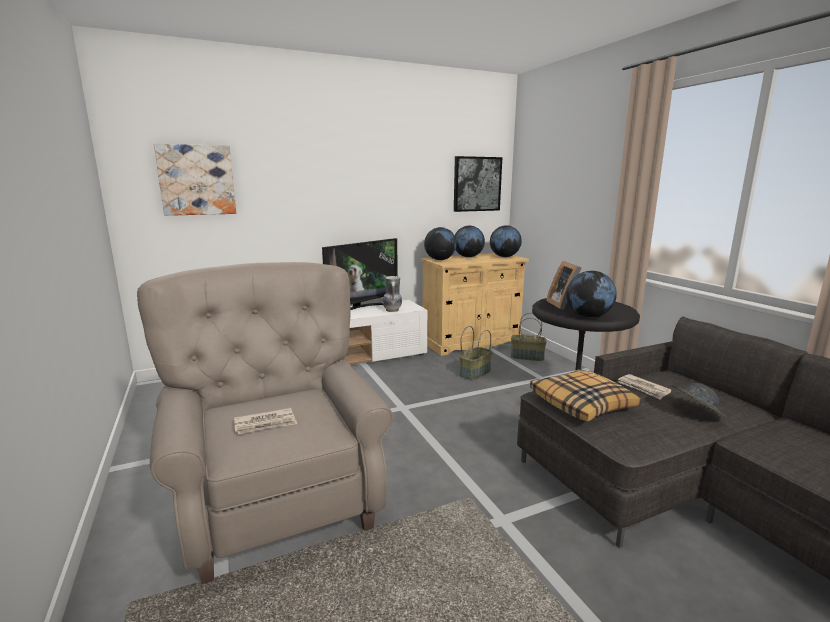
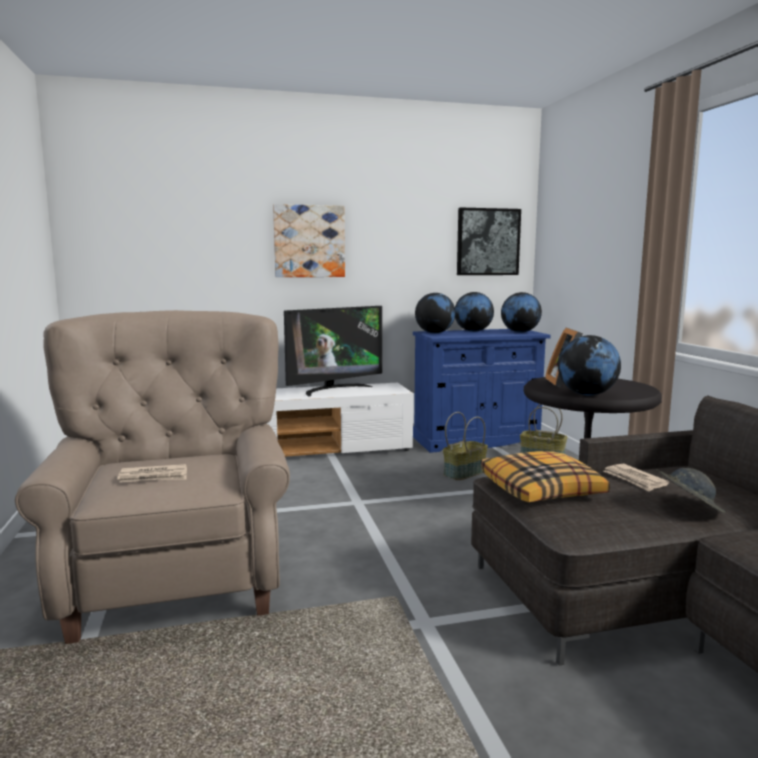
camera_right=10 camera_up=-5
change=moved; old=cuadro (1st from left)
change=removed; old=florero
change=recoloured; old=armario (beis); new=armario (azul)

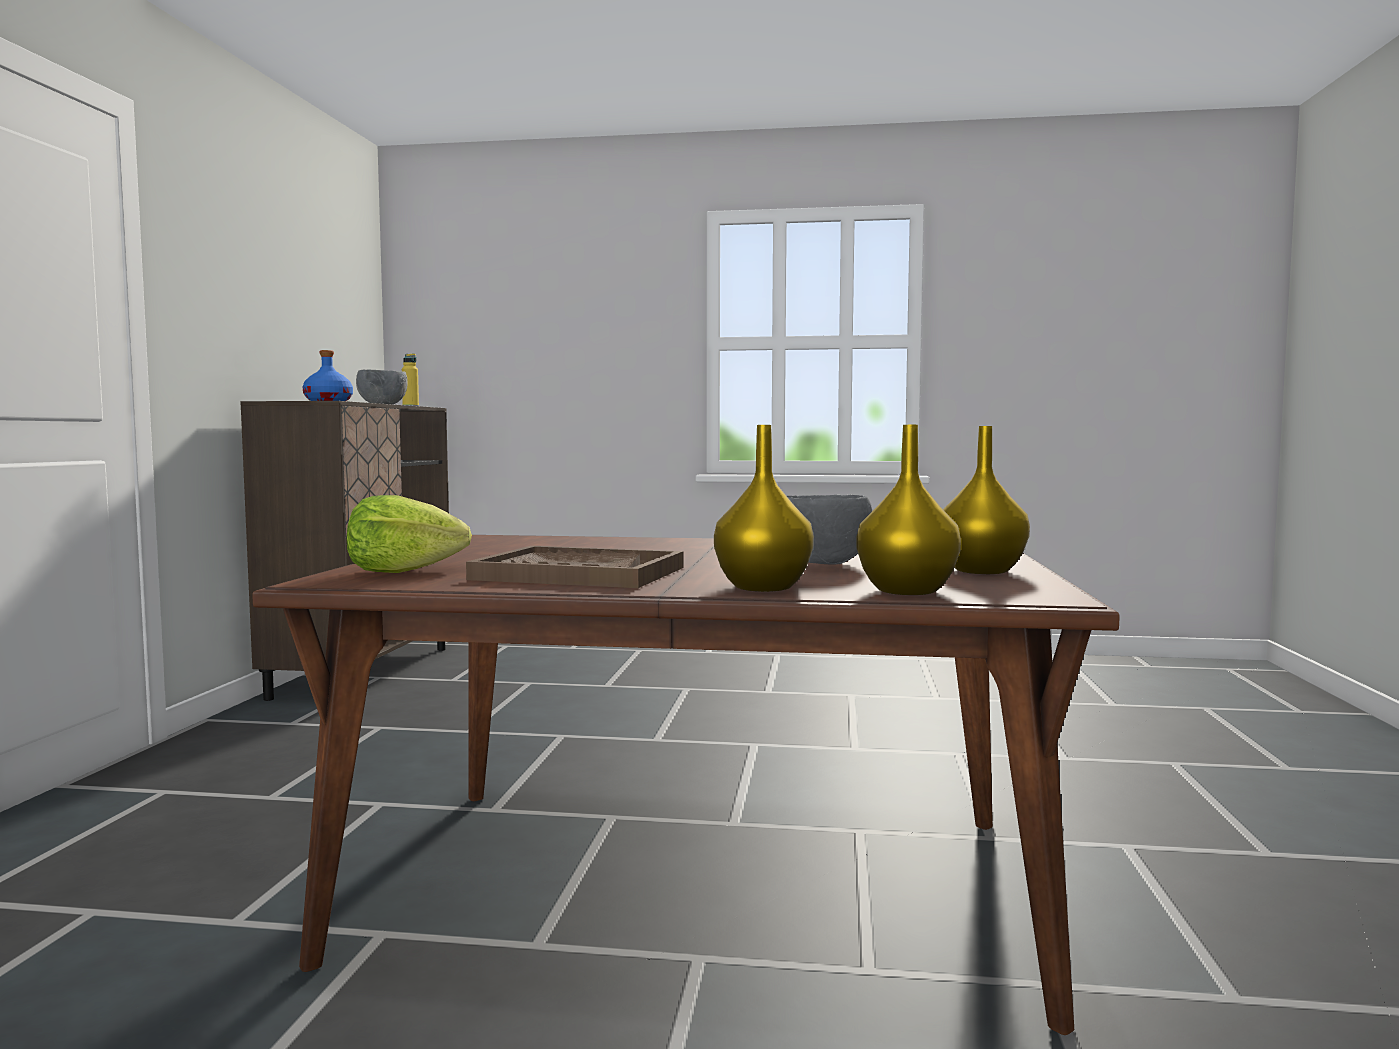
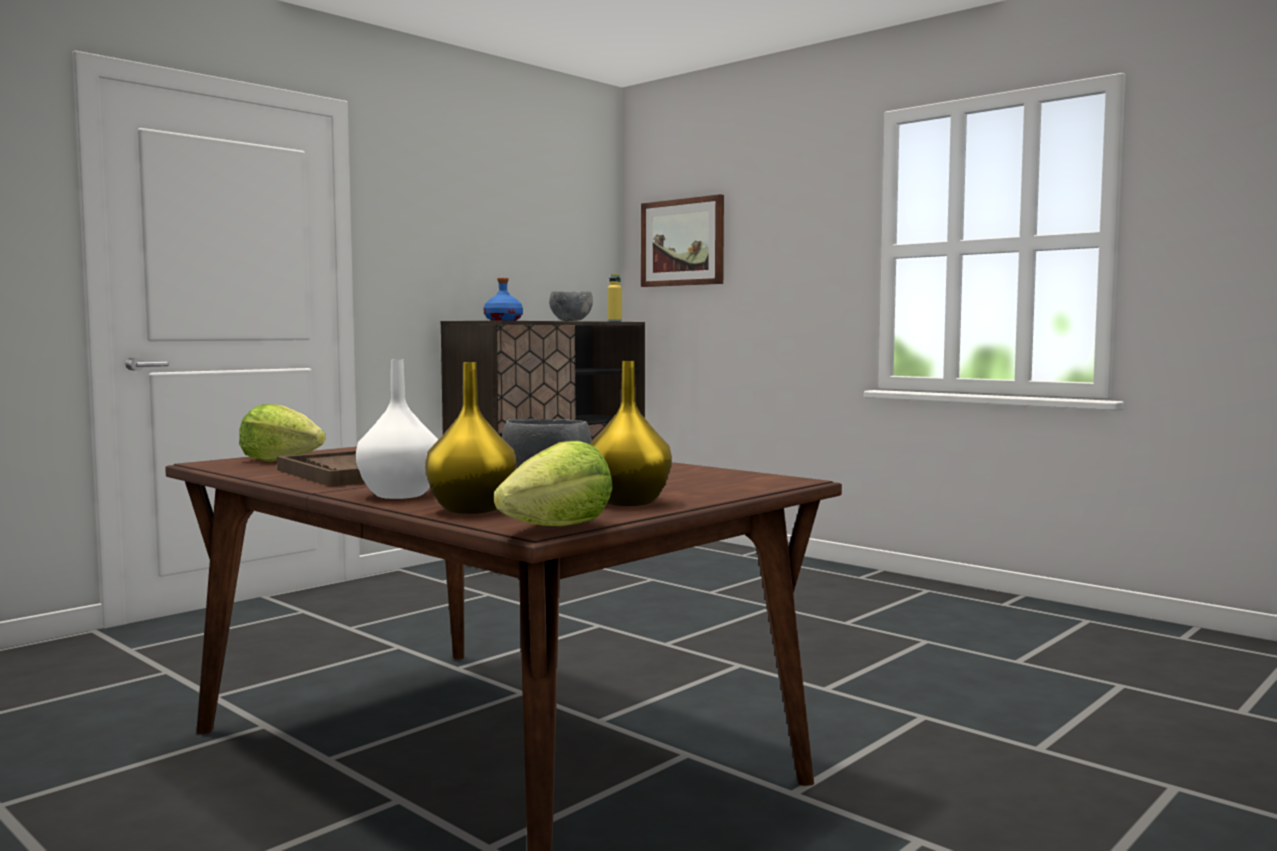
camera_right=35 camera_up=0
change=recoloured; old=florero (amarillo) (1st from left); new=florero (blanco)
change=added; new=lechuga (2nd from left)
change=added; new=cuadro

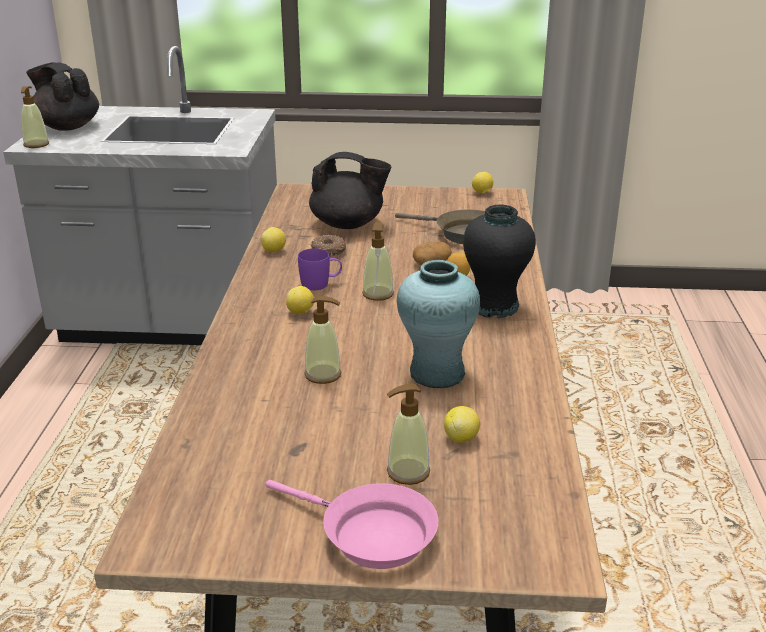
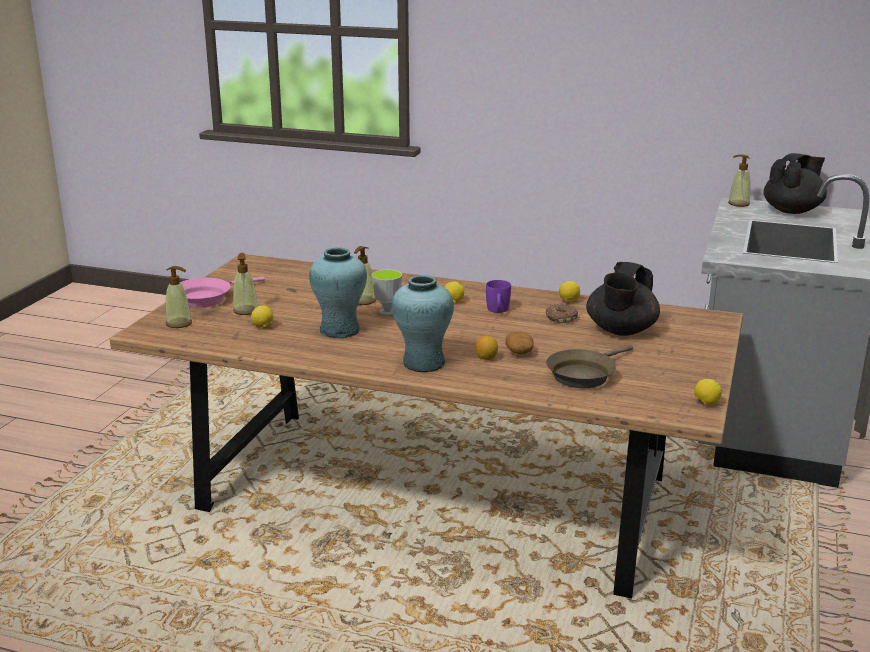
camera_right=105 camera_up=-5
change=moved; old=dispensador de jabón (3rd from left in the first image); new=dispensador de jabón (1st from left)
change=recoloured; old=florero (negro); new=florero (turquesa) (2nd from left)
change=added; new=taza

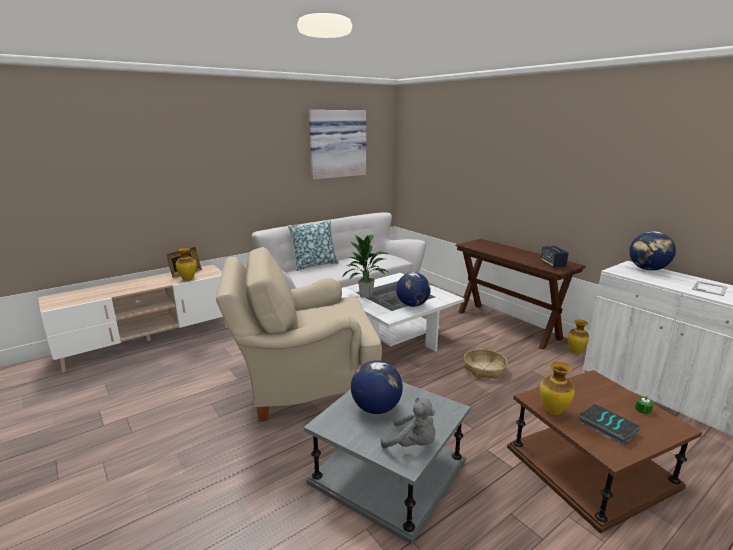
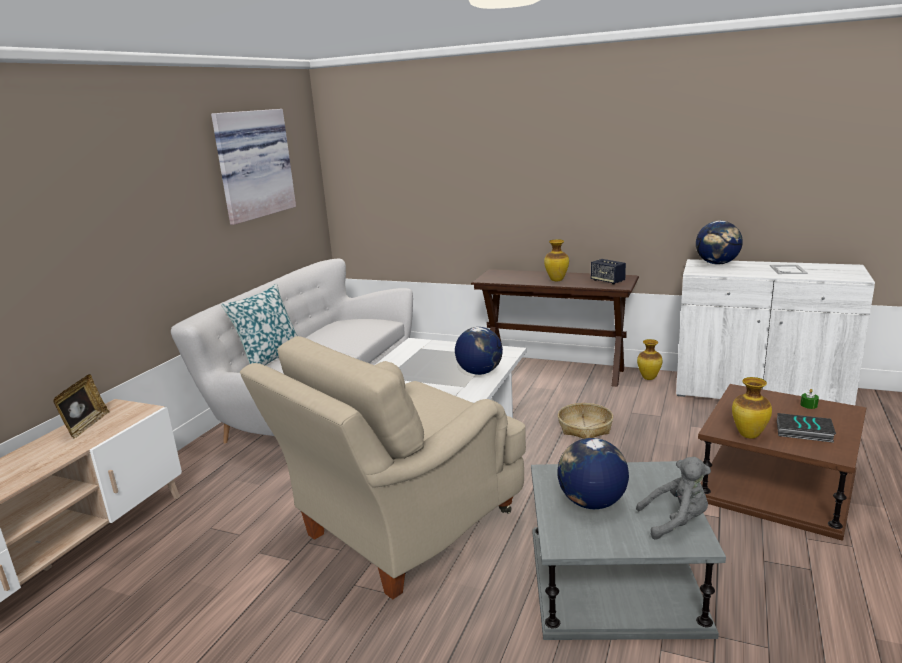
camera_right=-30 camera_up=0
change=moved; old=florero (1st from left)
change=removed; old=planta en maceta

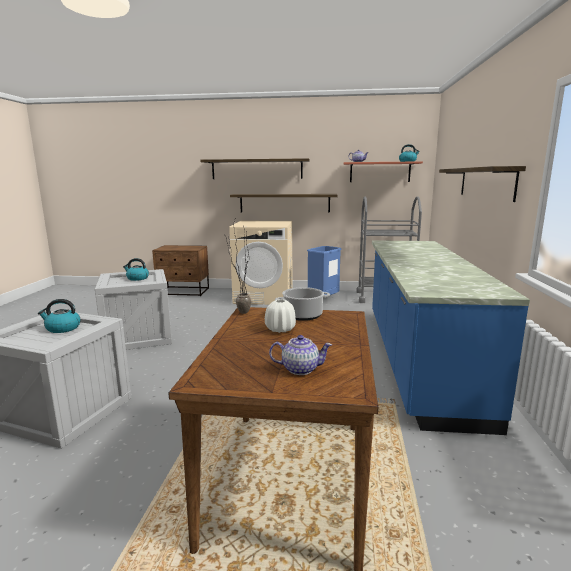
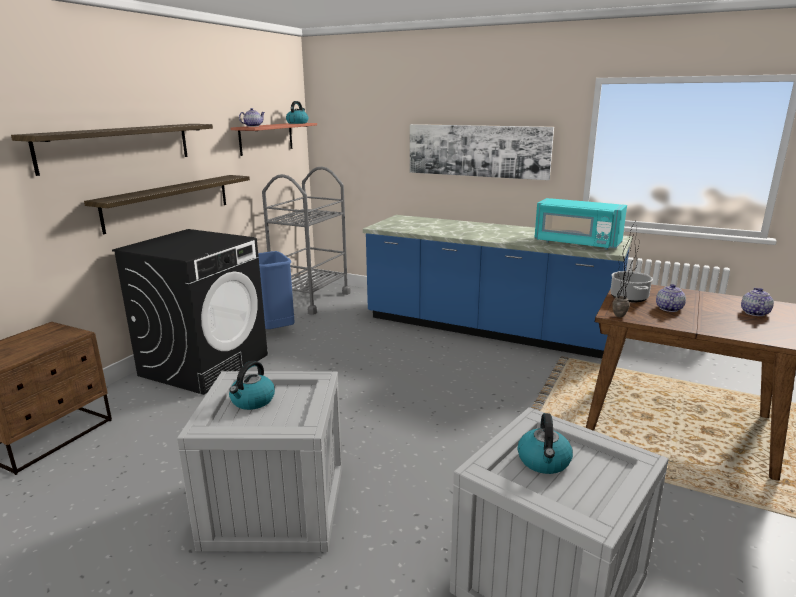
camera_right=-70 camera_up=5
change=recoloured; old=lavadora (beis); new=lavadora (negro)
change=replaced; old=florero (blanco); new=tetera (2nd from left)
change=replaced; old=estante (4th from left); new=cuadro
change=added; new=microondas (turquesa)

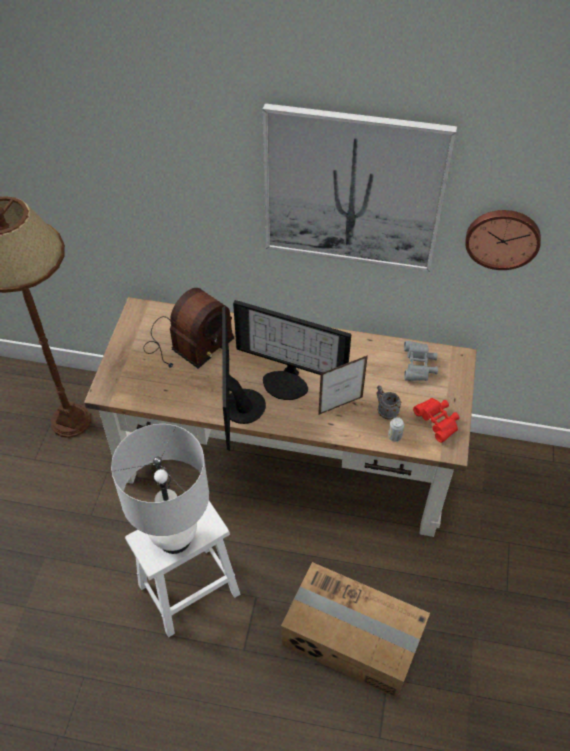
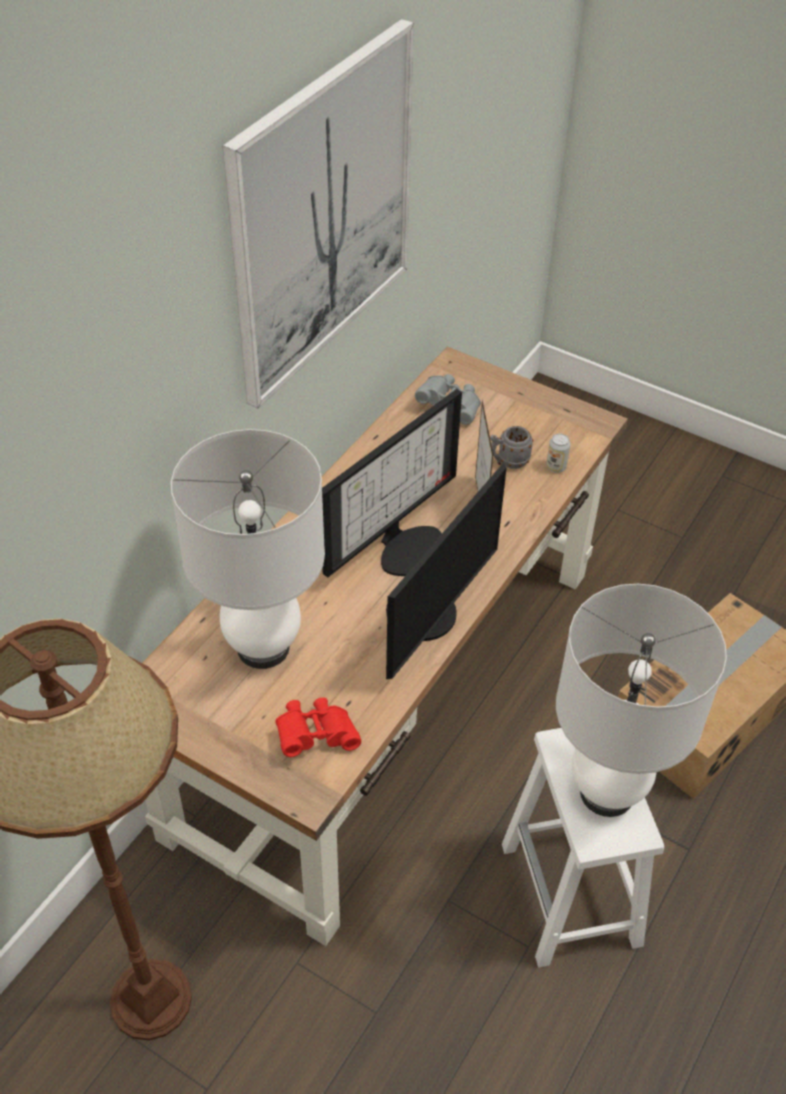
camera_right=-70 camera_up=-5
change=replaced; old=radio; new=lámpara de mesa (blanco) (1st from left)
change=turned; old=monitor (1st from left in the first image); degrees=-75
change=moved; old=prismáticos (rojo)
change=removed; old=reloj de pared

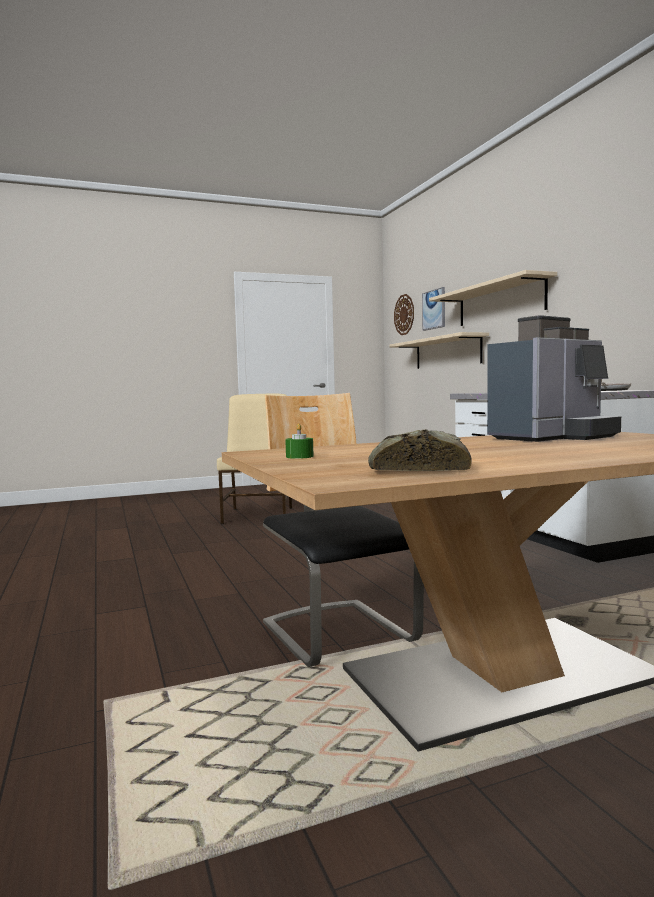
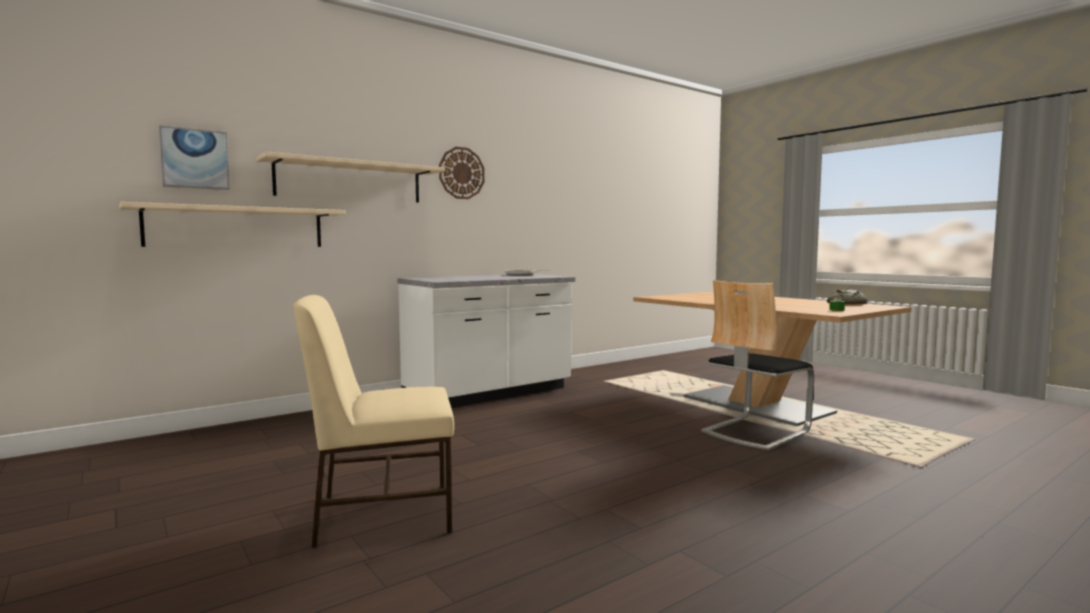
camera_right=-105 camera_up=0
change=moved; old=reloj de pared
change=removed; old=cafetera

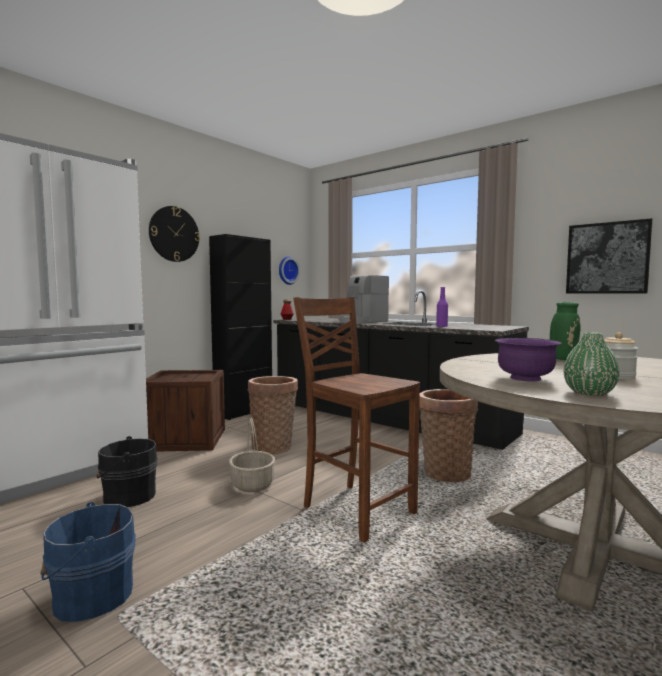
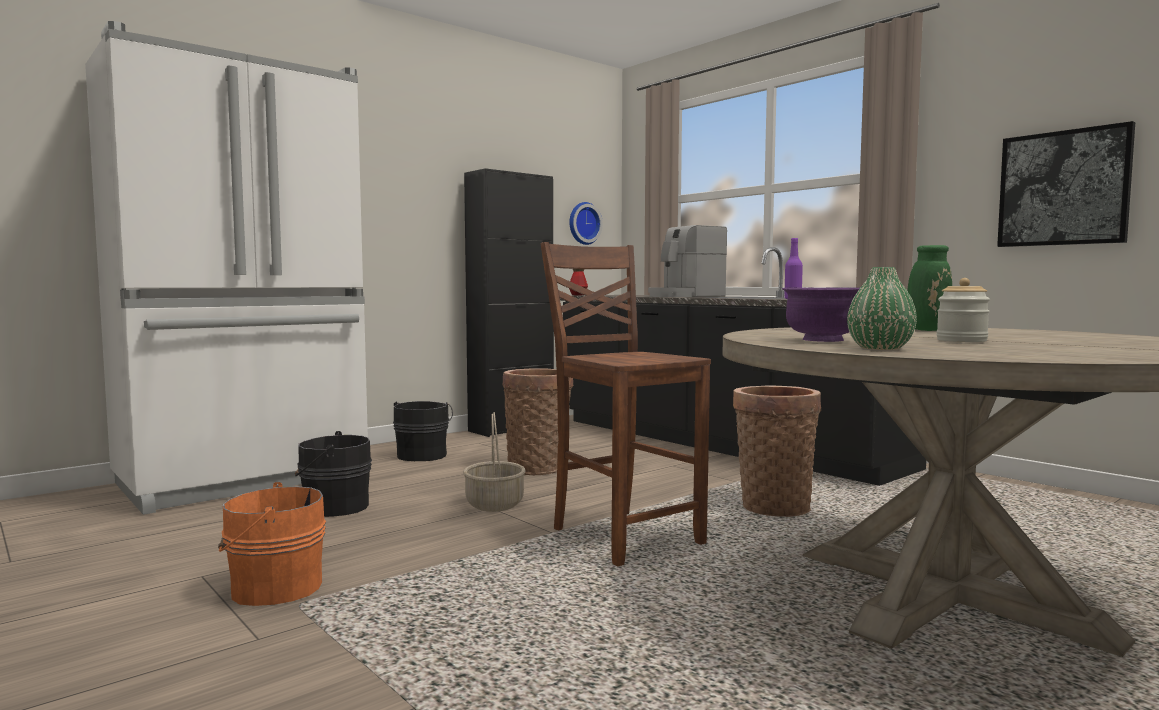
camera_right=10 camera_up=0
change=recoloured; old=cubo (azul); new=cubo (naranja)
change=replaced; old=caja de embalaje; new=cubo (negro) (2nd from left)
change=removed; old=reloj de pared (1st from left)

